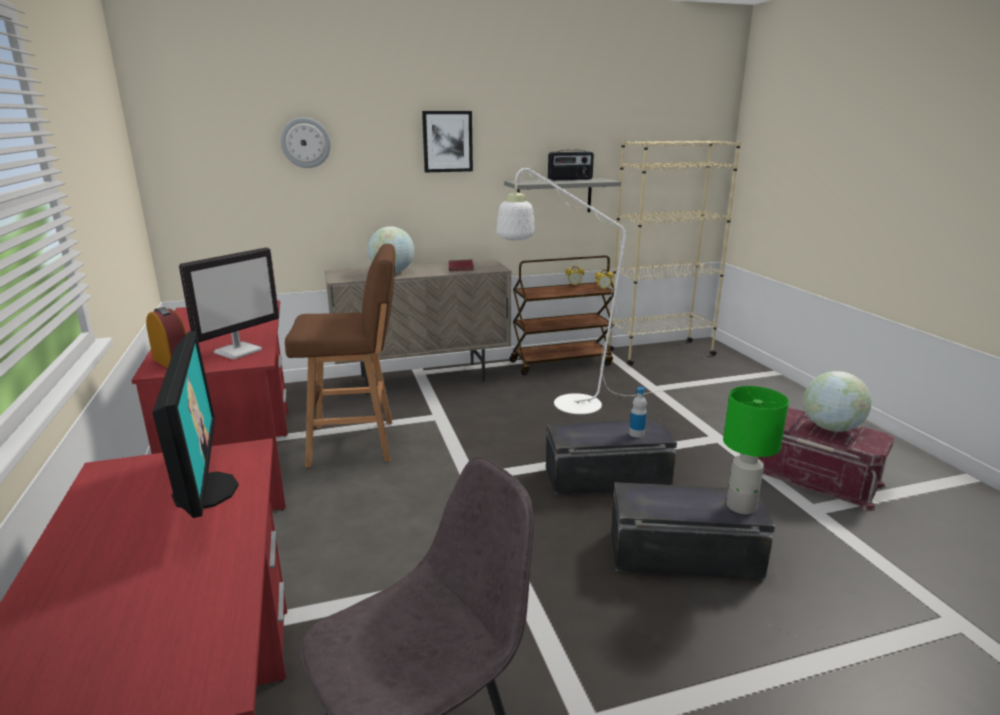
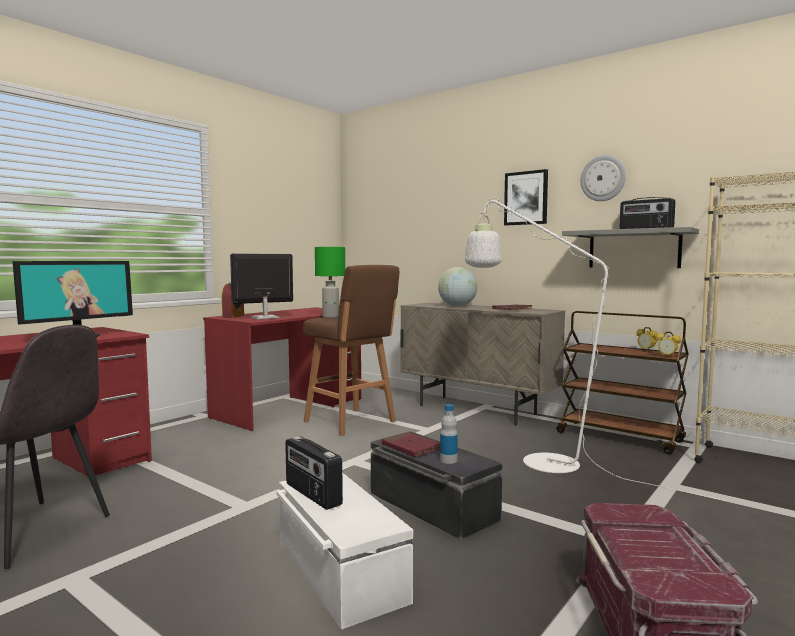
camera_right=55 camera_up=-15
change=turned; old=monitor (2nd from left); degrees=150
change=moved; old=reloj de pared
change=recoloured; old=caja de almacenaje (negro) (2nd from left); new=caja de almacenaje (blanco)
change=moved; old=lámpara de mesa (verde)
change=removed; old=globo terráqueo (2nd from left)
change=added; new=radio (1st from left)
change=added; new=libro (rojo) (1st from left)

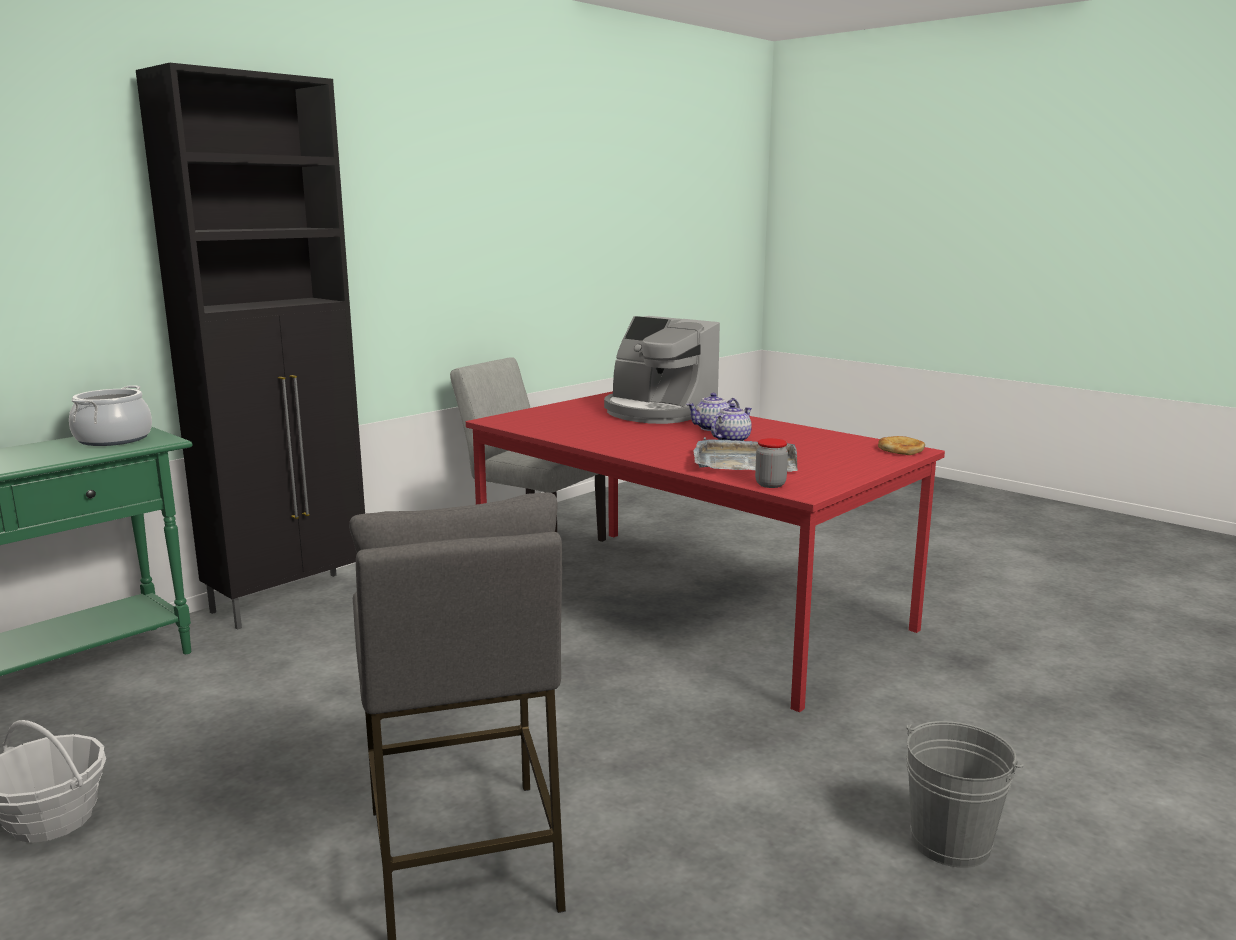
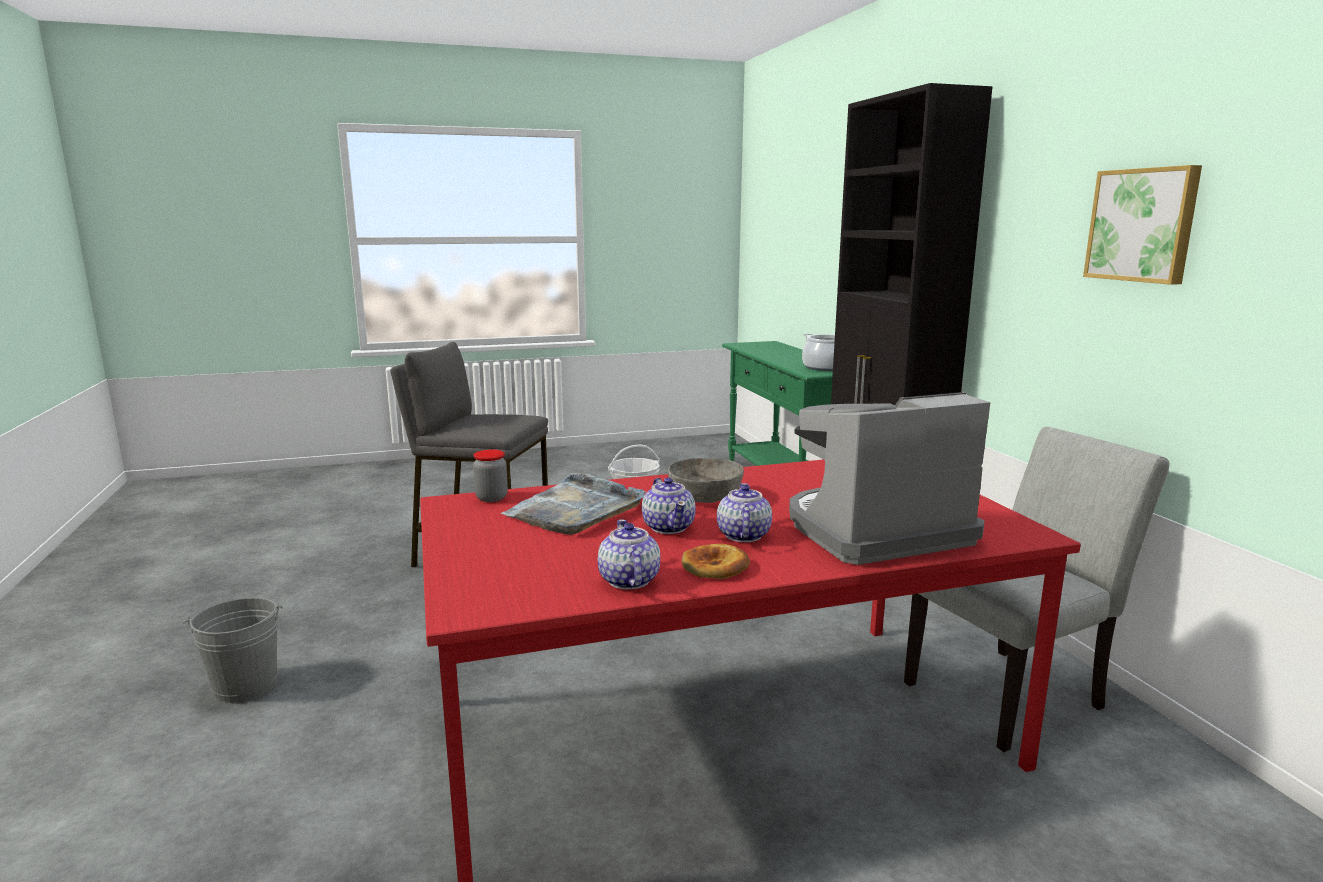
camera_right=120 camera_up=0
change=moved; old=pan
change=added; new=tetera (1st from left)
change=added; new=cuenco (gris)
change=added; new=cuadro

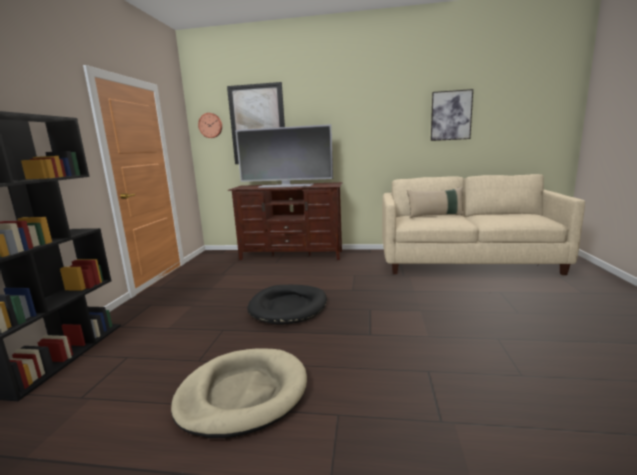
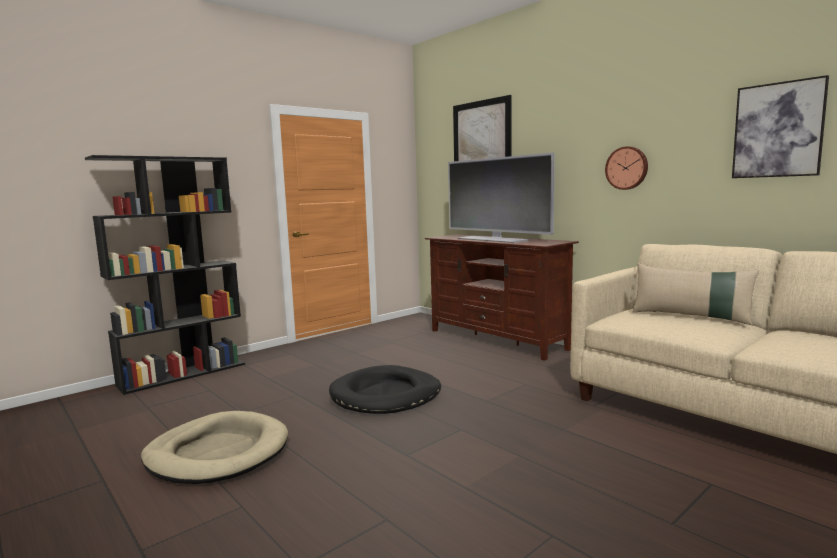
camera_right=40 camera_up=-5
change=moved; old=reloj de pared

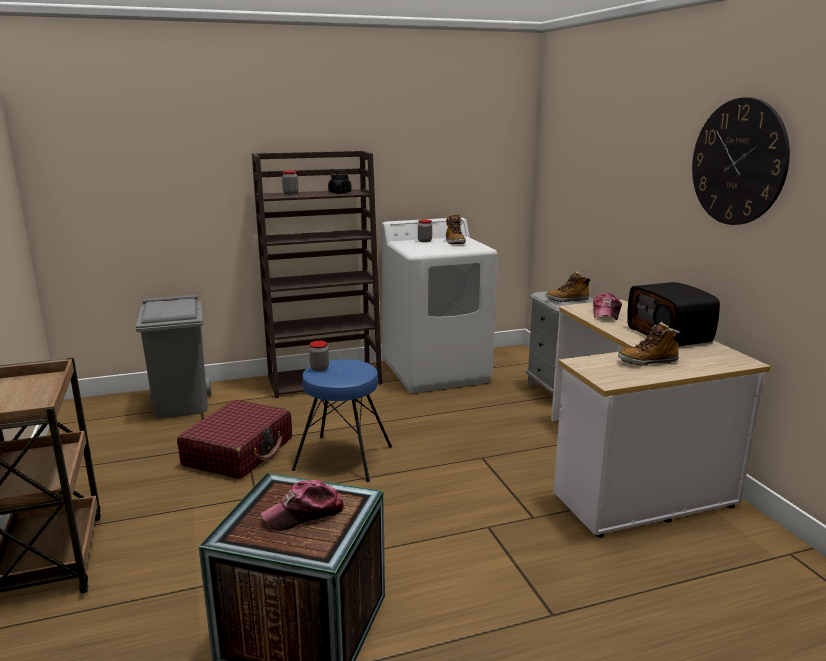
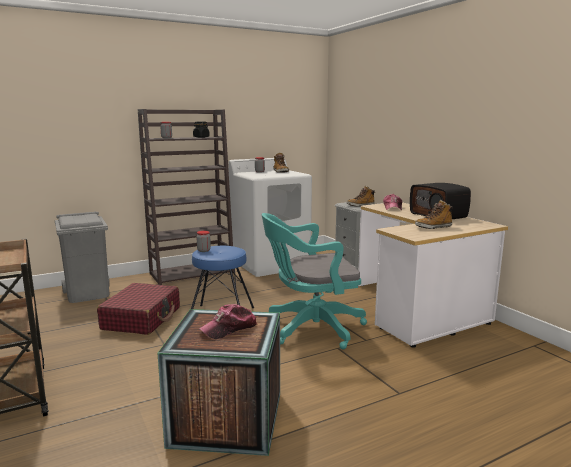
camera_right=-10 camera_up=-5
change=removed; old=reloj de pared
change=added; new=silla de oficina (turquesa)

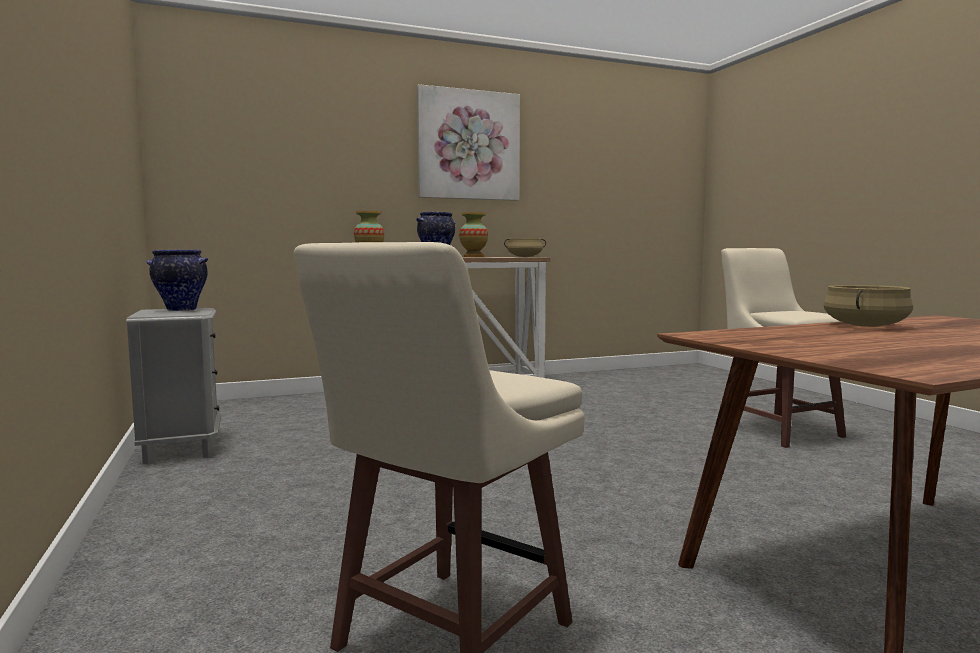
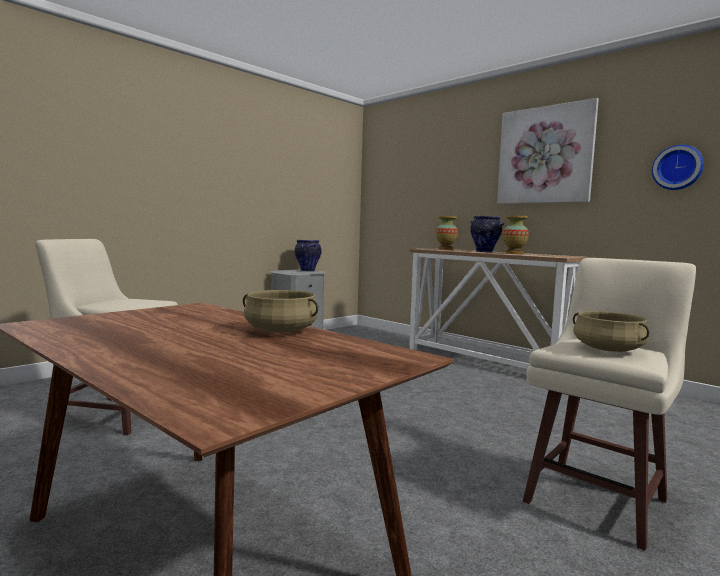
camera_right=65 camera_up=0
change=moved; old=olla (beis) (1st from left in the first image); new=olla (beis) (2nd from left)
change=added; new=reloj de pared

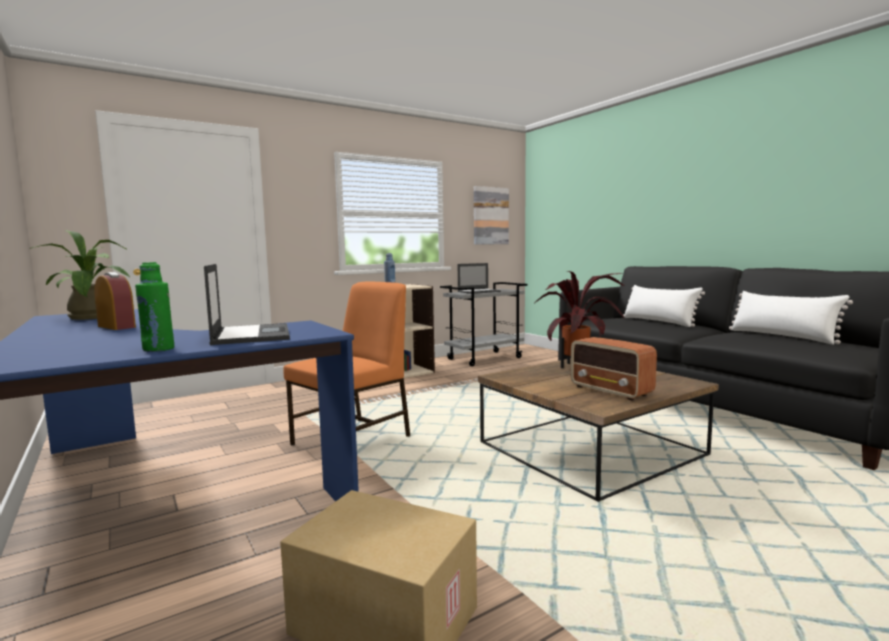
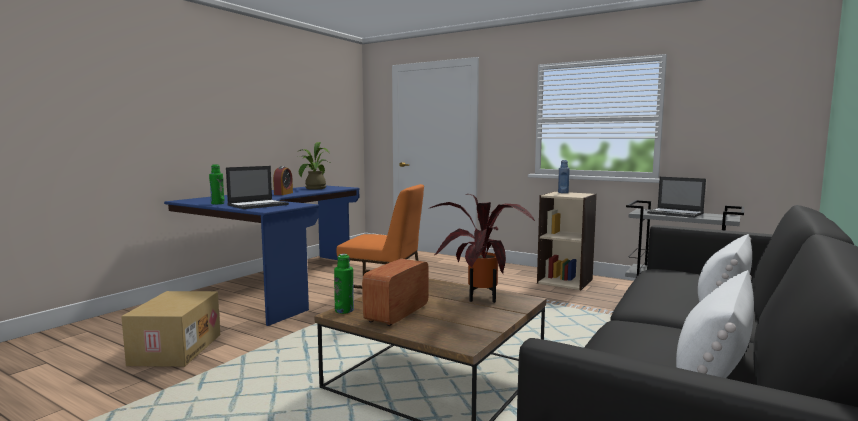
camera_right=65 camera_up=0
change=removed; old=cuadro
change=added; new=botella (verde) (2nd from left)

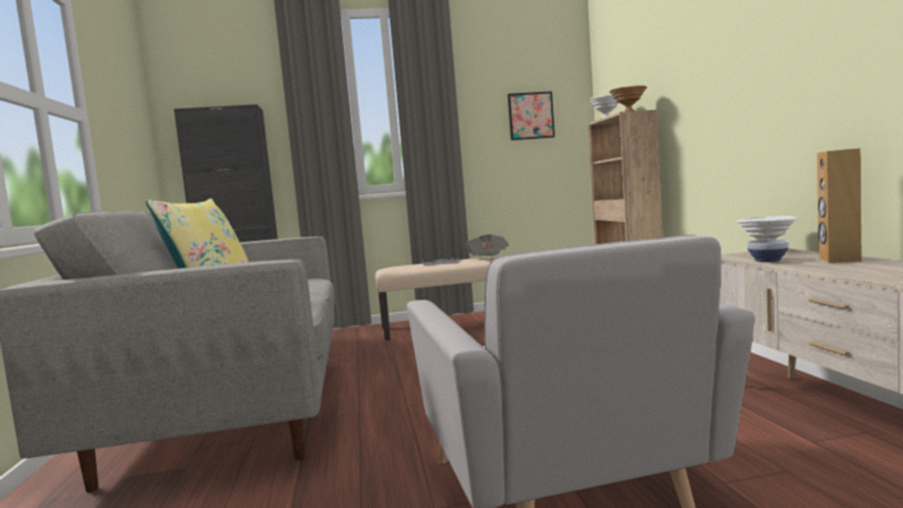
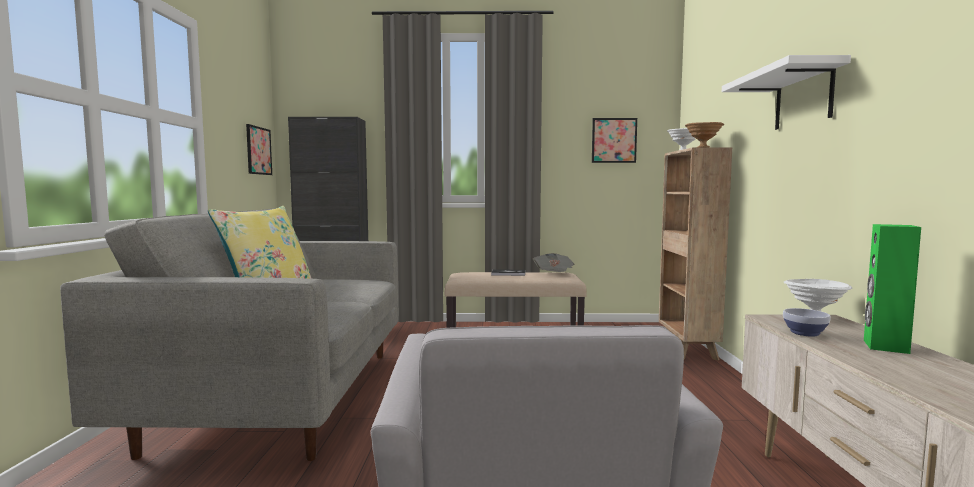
camera_right=10 camera_up=0
change=recoloured; old=altavoz (marrón); new=altavoz (verde)
change=added; new=cuadro (1st from left)
change=added; new=estante (blanco)

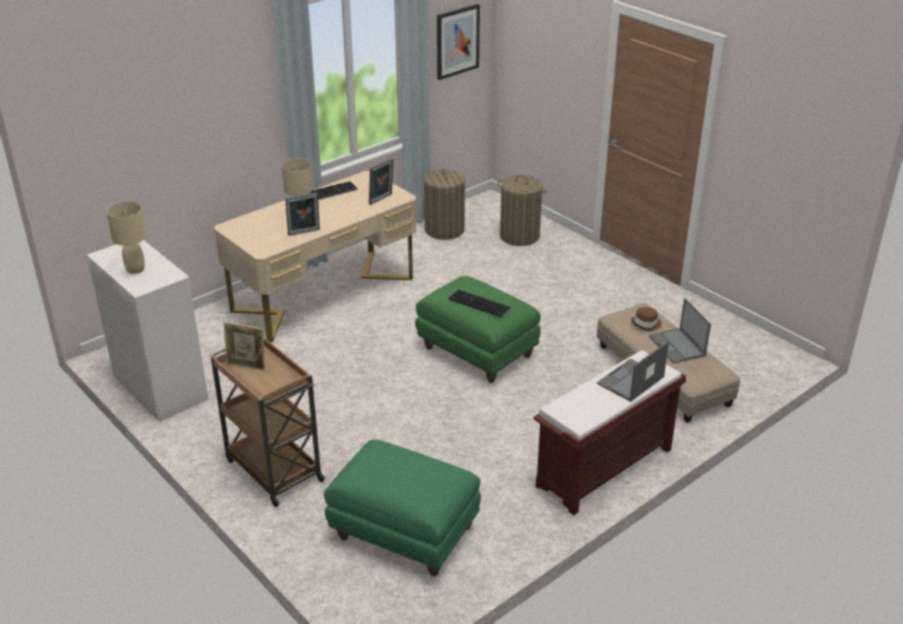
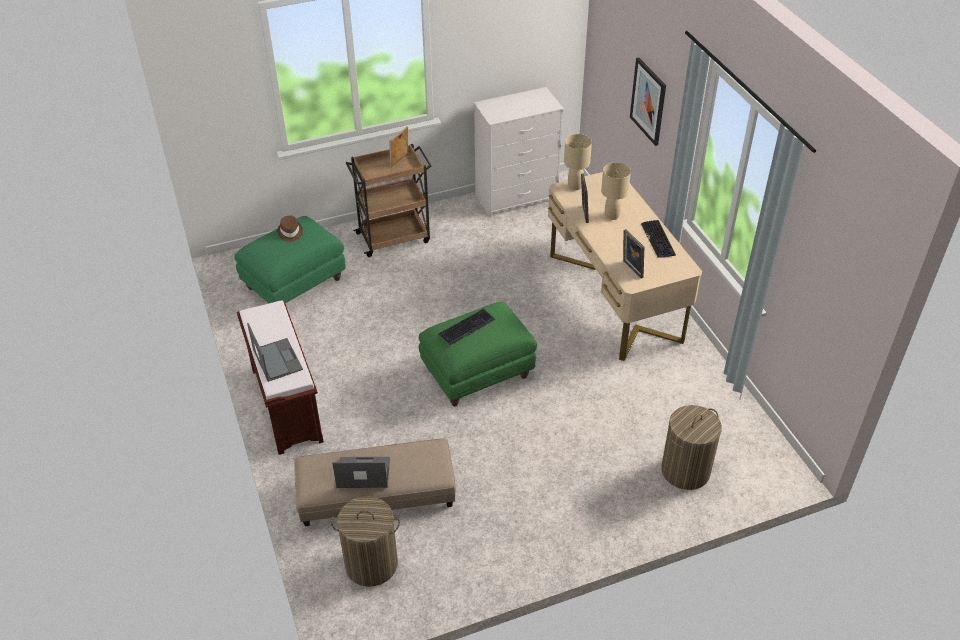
camera_right=110 camera_up=10
change=moved; old=lámpara de mesa (beis) (1st from left)
change=moved; old=cesto de la ropa (1st from left)
change=moved; old=cuadro
change=moved; old=sombrero (marrón)

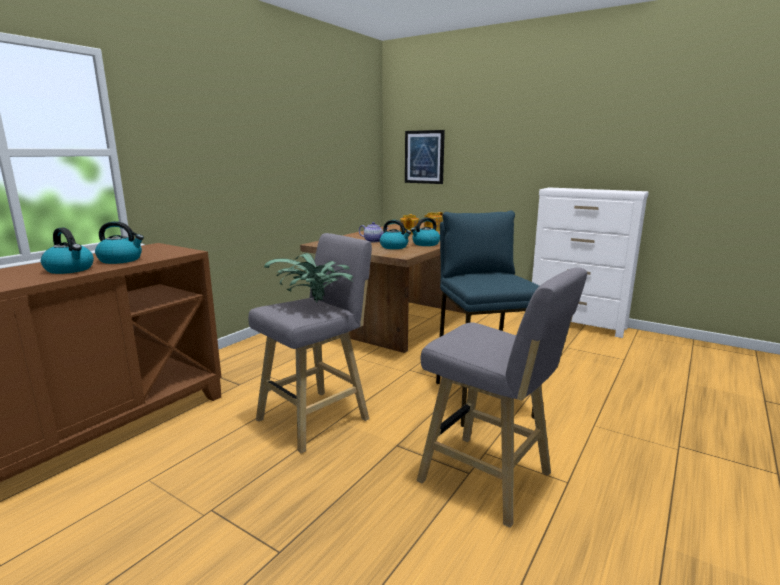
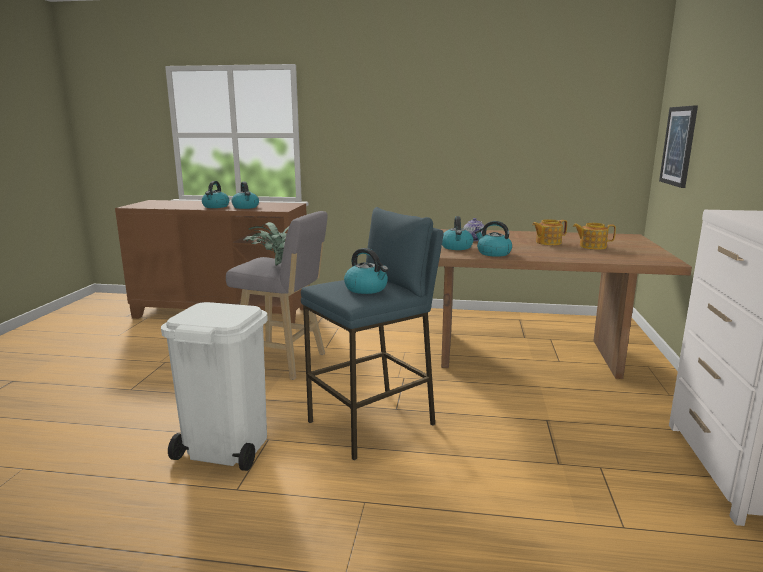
camera_right=65 camera_up=0
change=replaced; old=taburete (gris) (2nd from left); new=papelera (blanco)
change=added; new=hervidor (3rd from left)

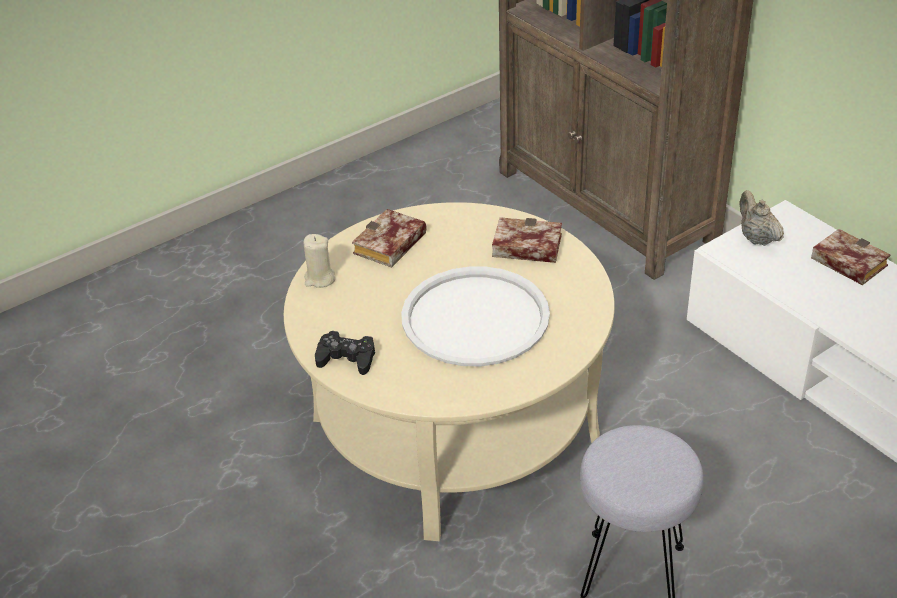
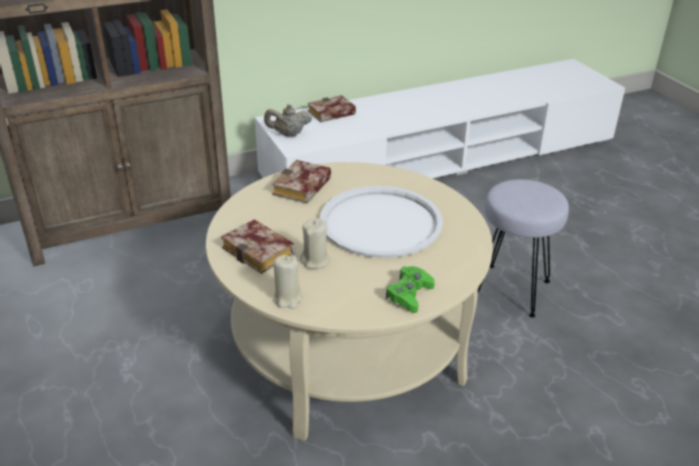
camera_right=-80 camera_up=-5
change=recoloured; old=mando de consola (negro); new=mando de consola (verde)
change=added; new=vela (beis) (2nd from left)

